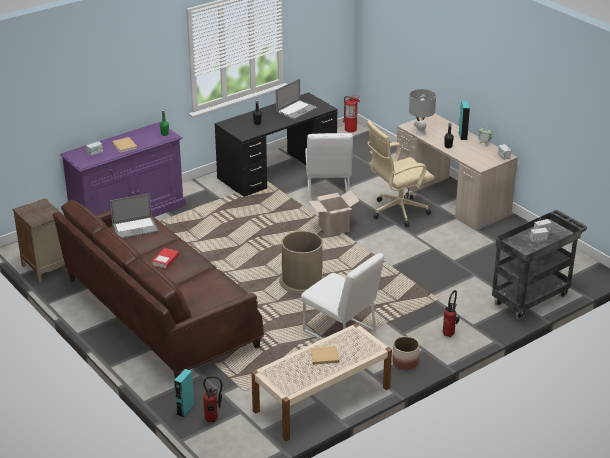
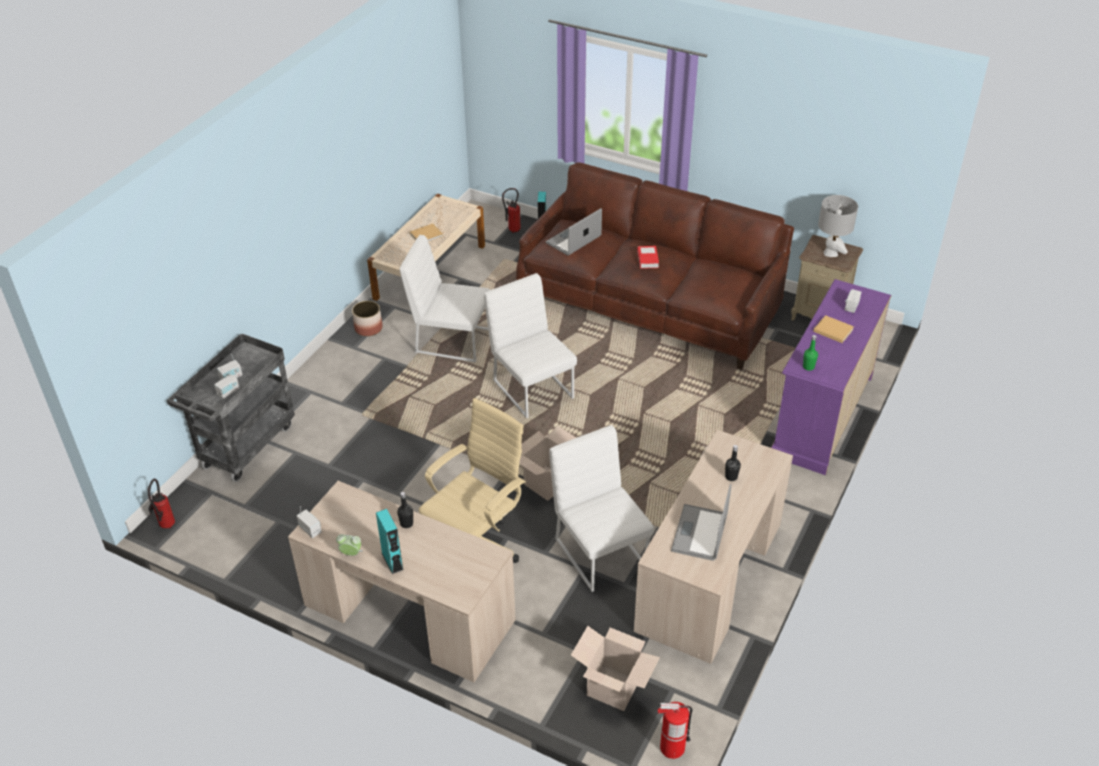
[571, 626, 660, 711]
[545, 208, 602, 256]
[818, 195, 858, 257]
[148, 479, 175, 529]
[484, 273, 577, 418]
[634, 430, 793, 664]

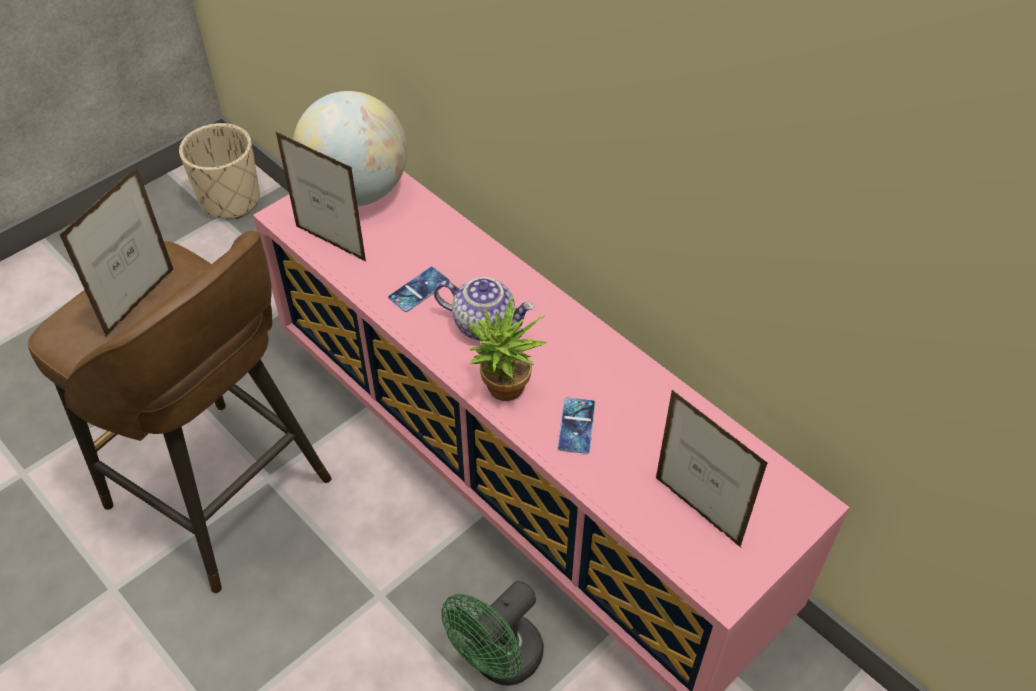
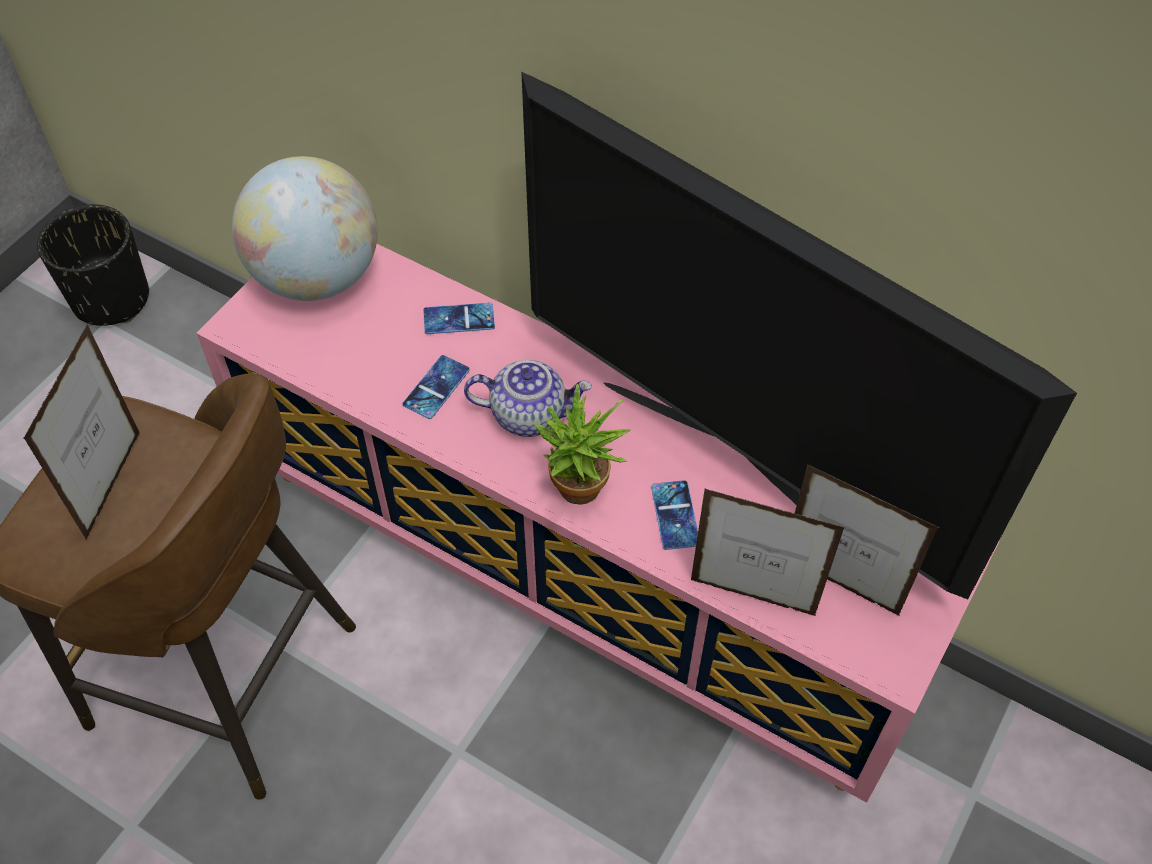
[441, 581, 544, 686] (first image)
[423, 303, 495, 334]
[521, 71, 1077, 599]
[691, 489, 845, 616]
[37, 204, 149, 326]

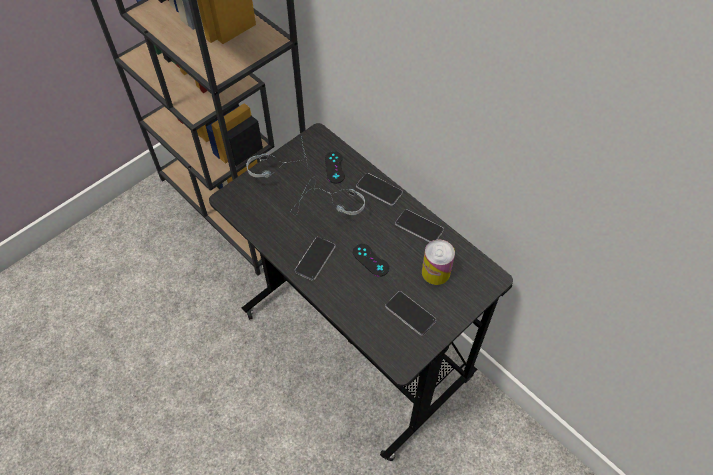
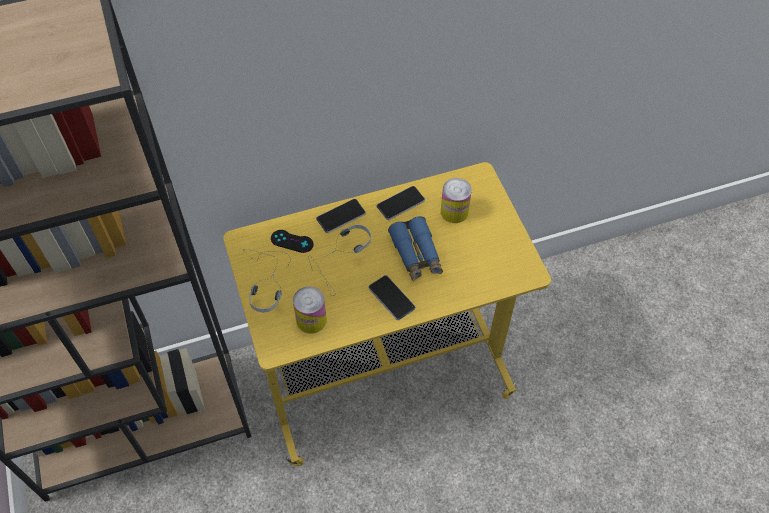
[385, 291, 436, 336] (first image)
[293, 286, 327, 334]
[388, 216, 443, 282]
[223, 162, 551, 466]

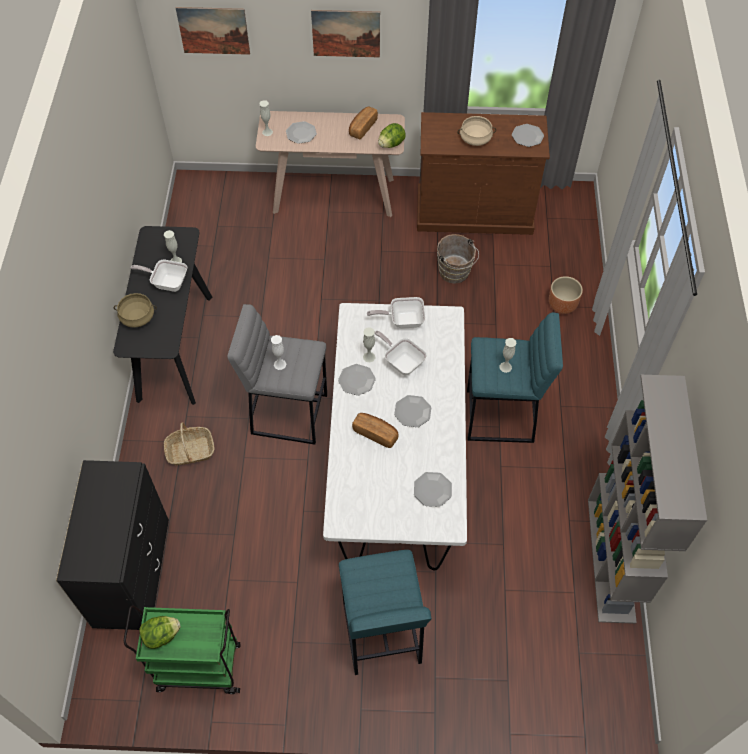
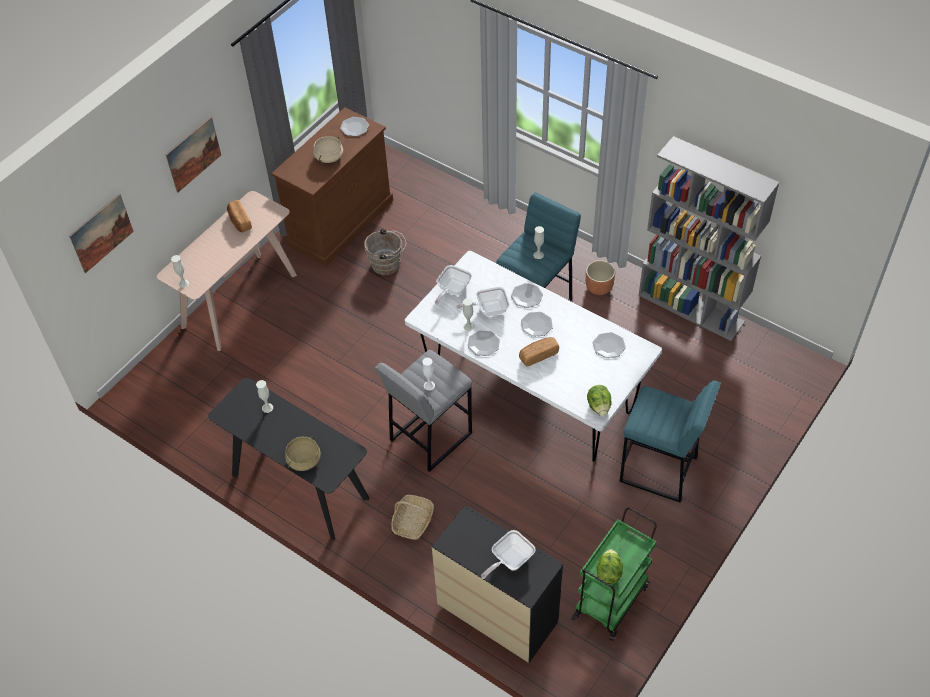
[481, 530, 536, 579]
[511, 283, 543, 308]
[587, 385, 611, 416]
[586, 260, 615, 295]

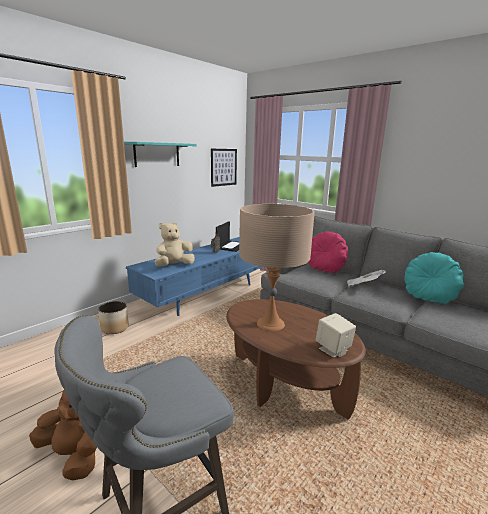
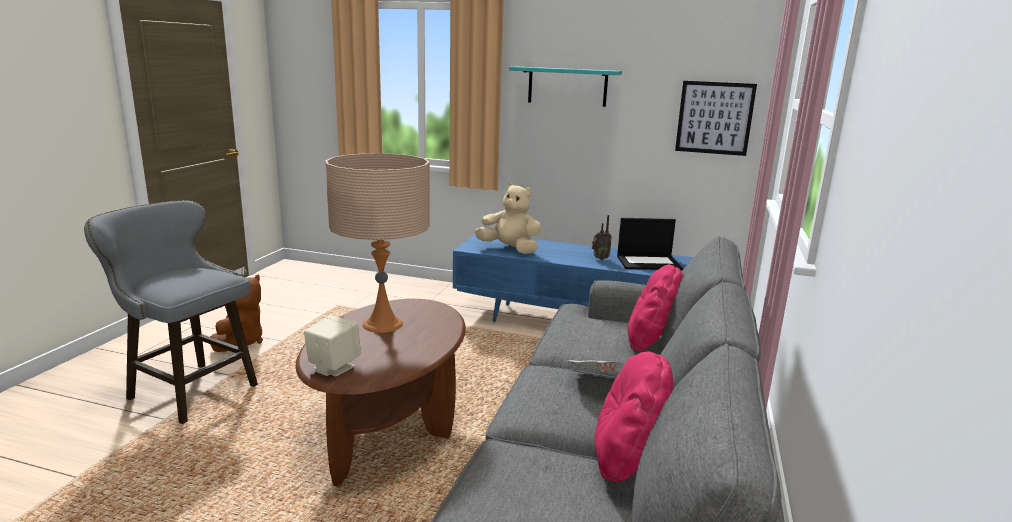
[98, 301, 129, 334] (first image)
[594, 352, 673, 482]

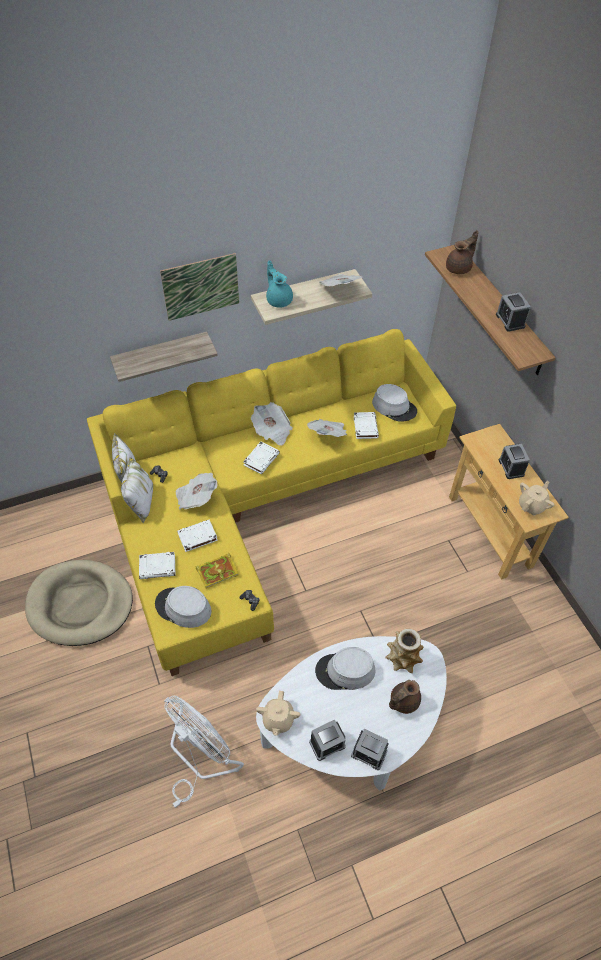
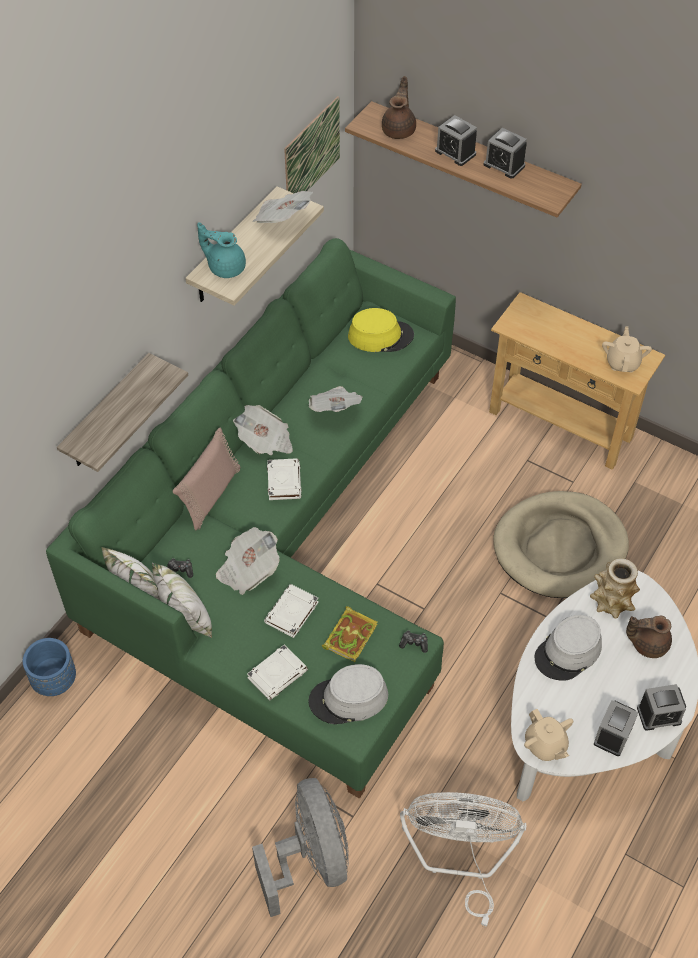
[354, 412, 379, 439] (first image)
[23, 638, 76, 696]
[173, 428, 241, 530]
[252, 778, 349, 917]
[493, 491, 629, 598]
[284, 96, 340, 194]
[435, 115, 477, 166]
[46, 238, 456, 798]
[348, 308, 414, 352]
[626, 615, 672, 658]

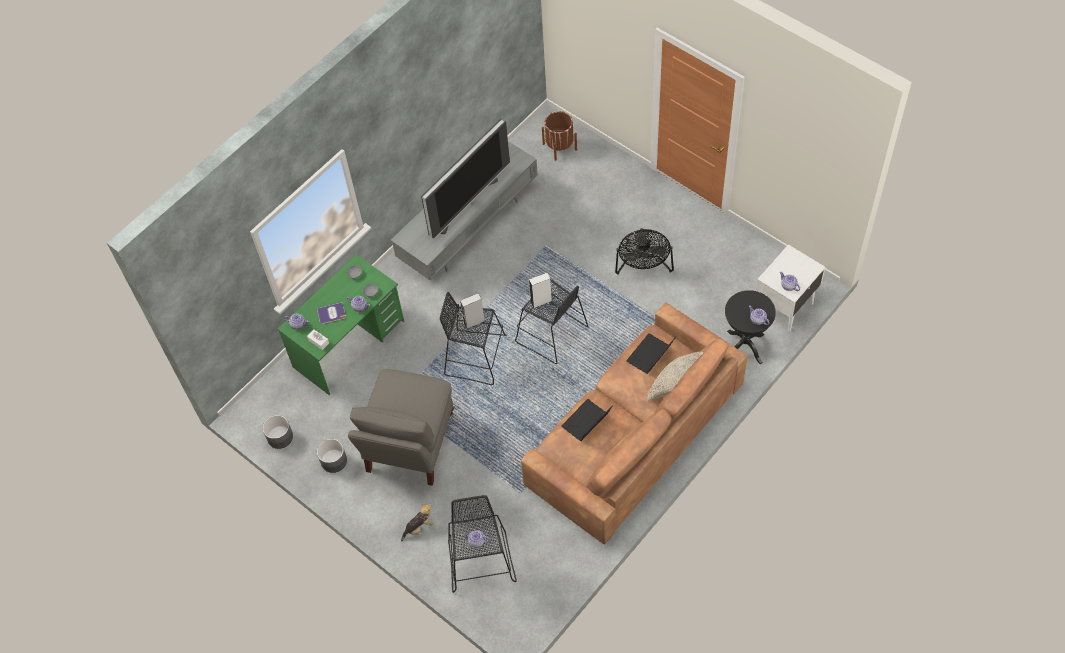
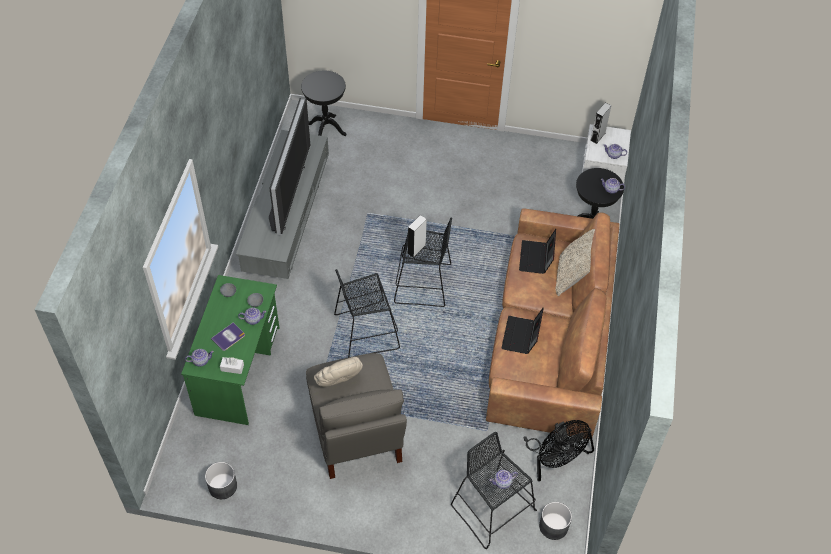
[401, 504, 434, 541] (first image)
[314, 357, 363, 387]
[539, 502, 572, 540]
[590, 103, 612, 144]
[523, 420, 594, 481]
[301, 71, 347, 136]

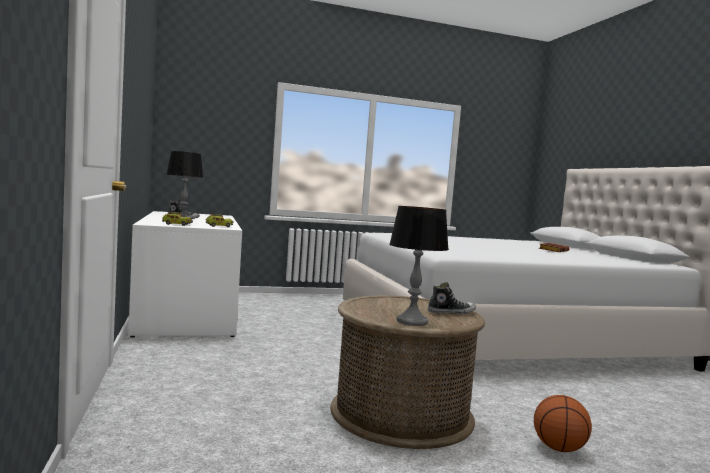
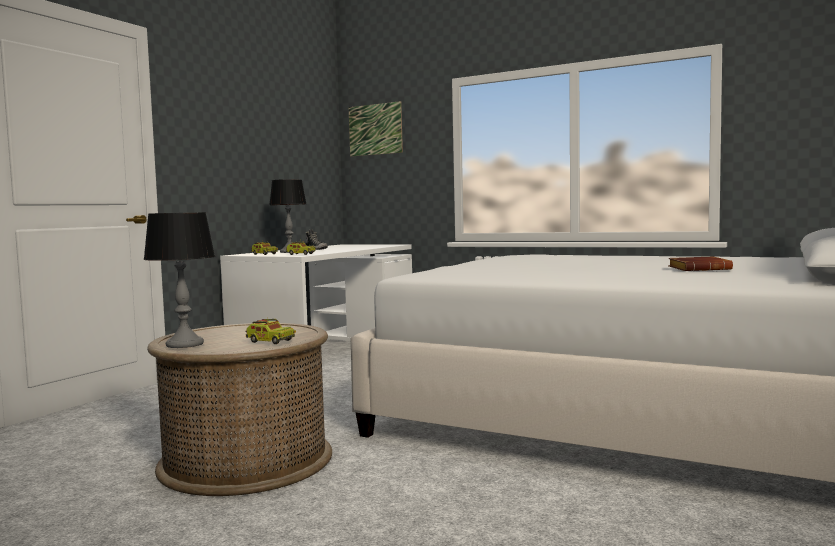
[534, 395, 592, 452] (first image)
[349, 101, 403, 156]
[245, 319, 296, 344]

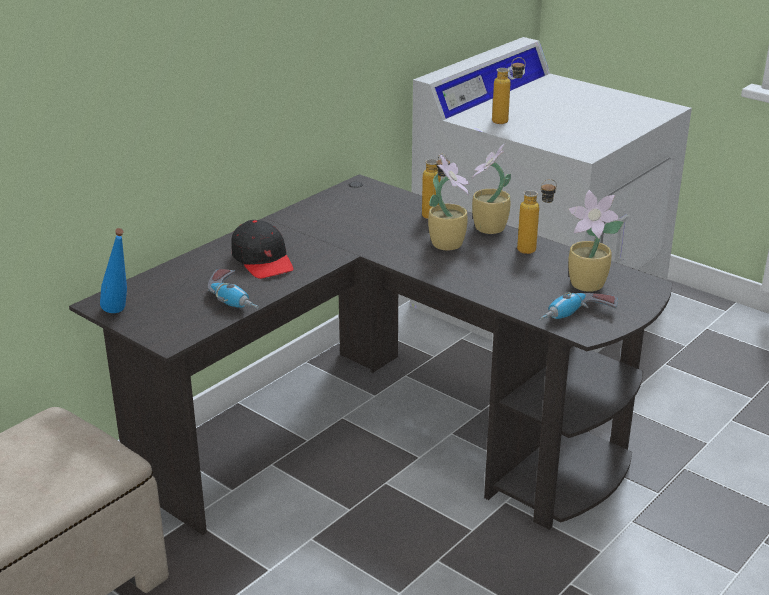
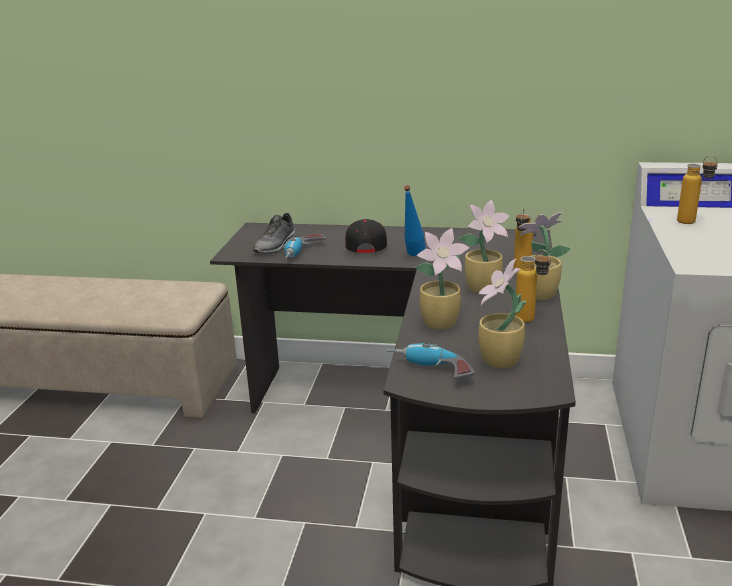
[253, 213, 296, 253]
[415, 228, 470, 330]
[404, 185, 426, 256]
[345, 219, 387, 253]

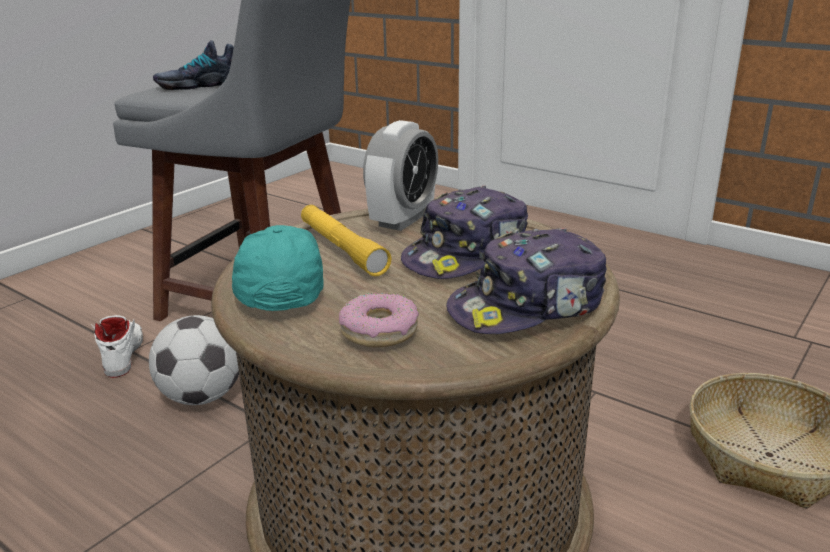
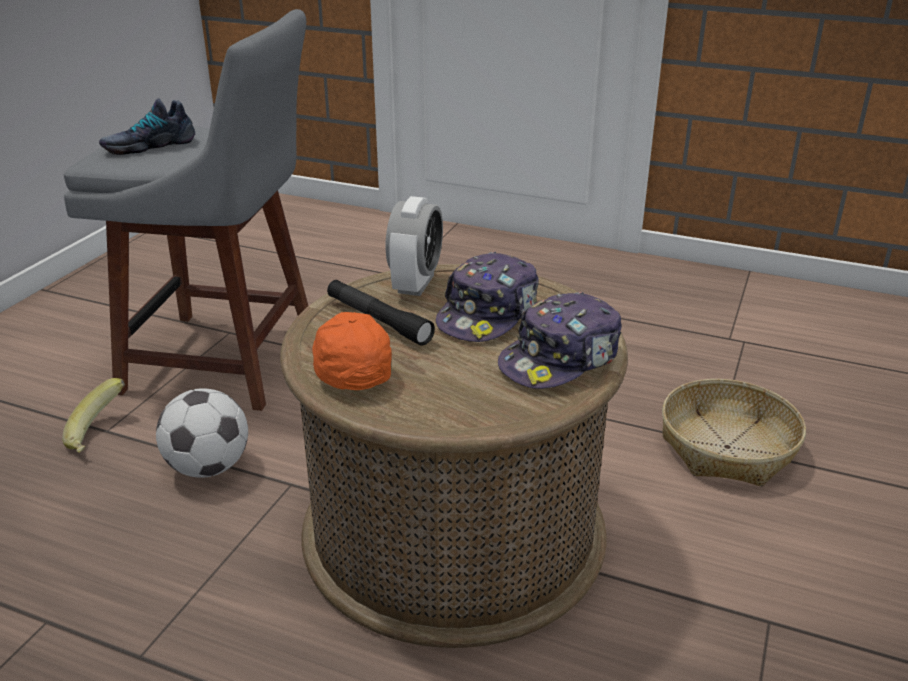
[339, 293, 419, 347] (first image)
[62, 378, 125, 453]
[312, 312, 392, 390]
[327, 280, 435, 346]

